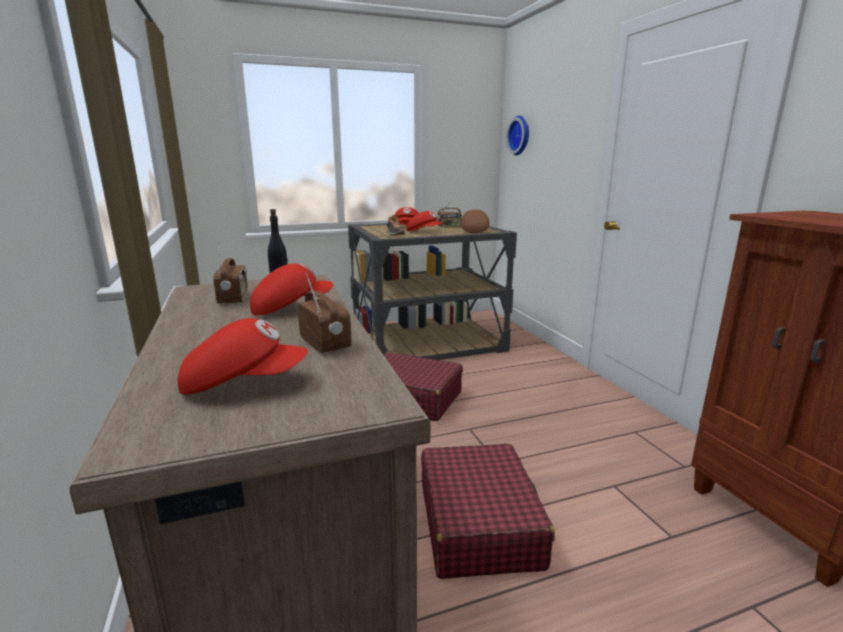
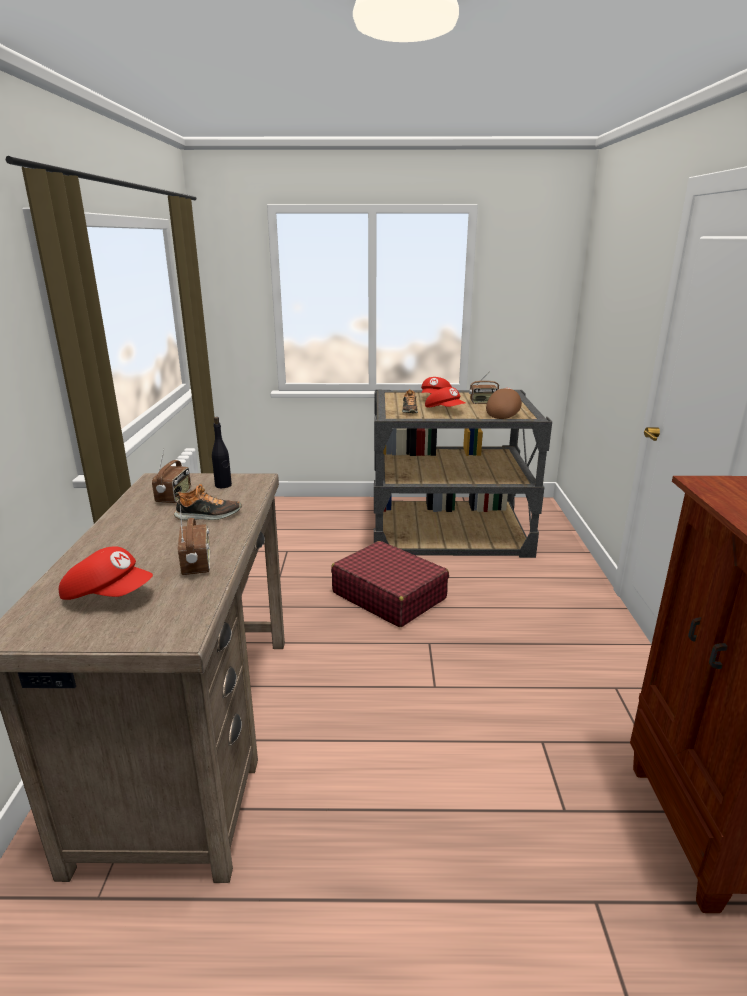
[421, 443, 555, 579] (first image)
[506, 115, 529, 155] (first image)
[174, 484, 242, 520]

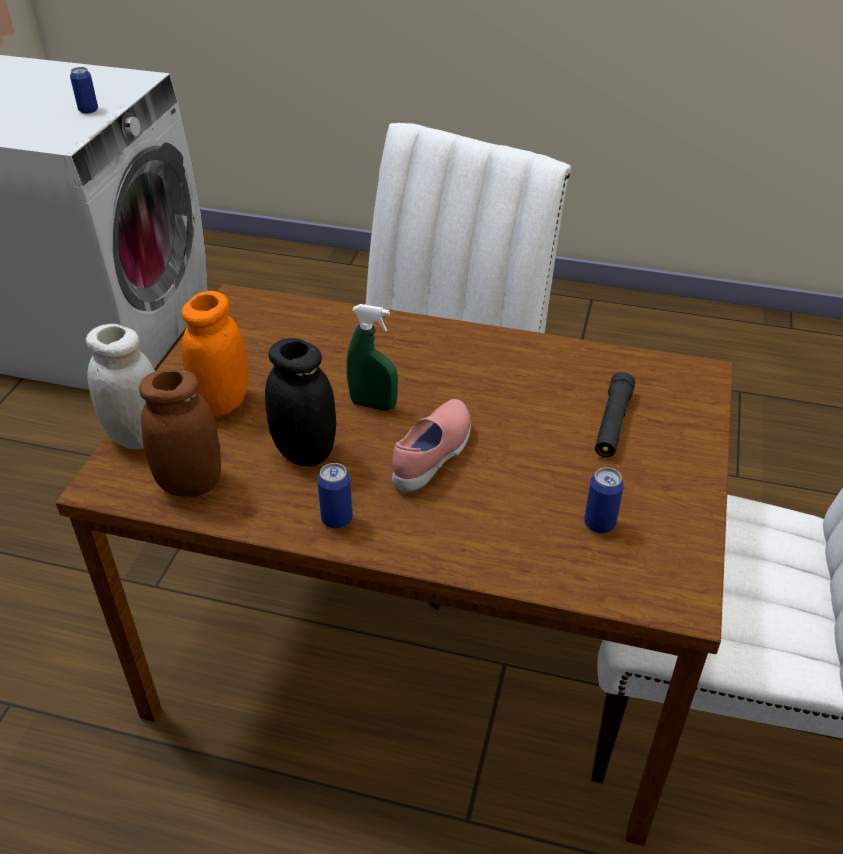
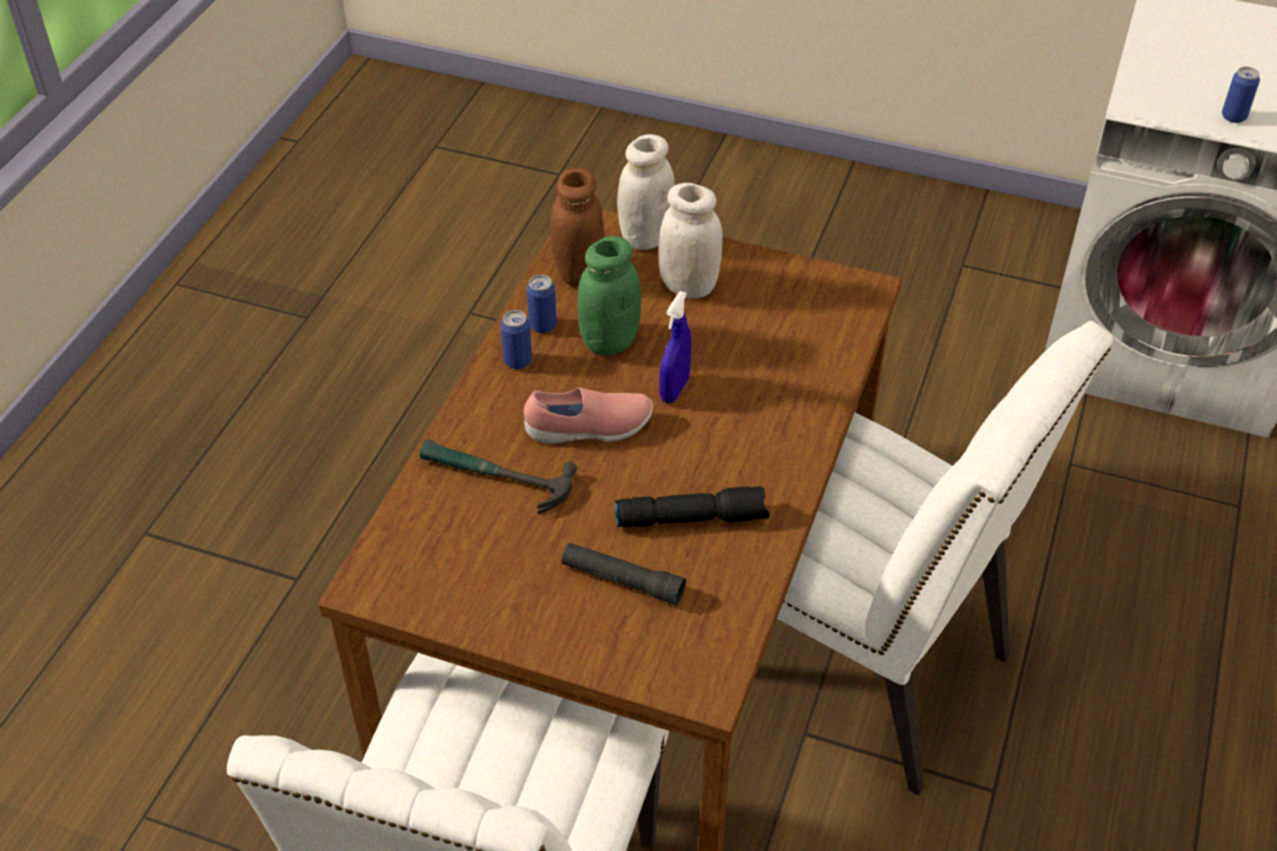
[419, 439, 577, 514]
[614, 486, 770, 527]
[527, 275, 557, 333]
[658, 183, 723, 299]
[577, 236, 641, 356]
[659, 291, 691, 403]
[524, 388, 653, 443]

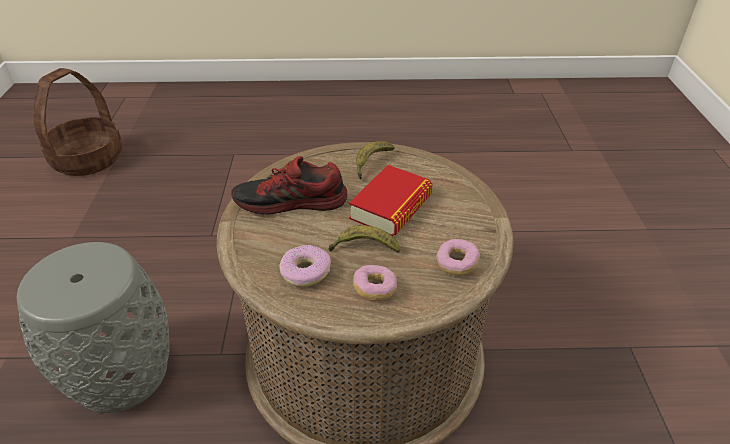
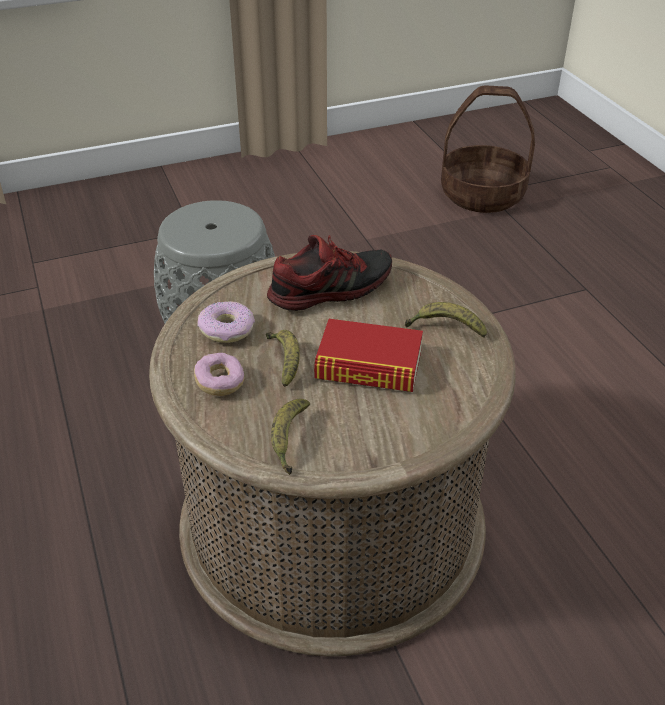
[271, 399, 310, 475]
[267, 235, 392, 311]

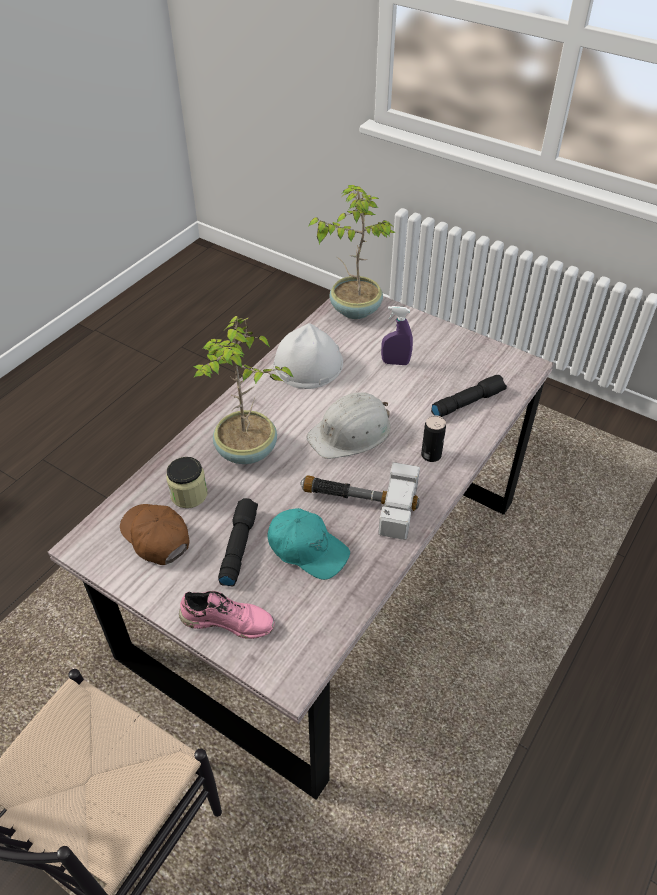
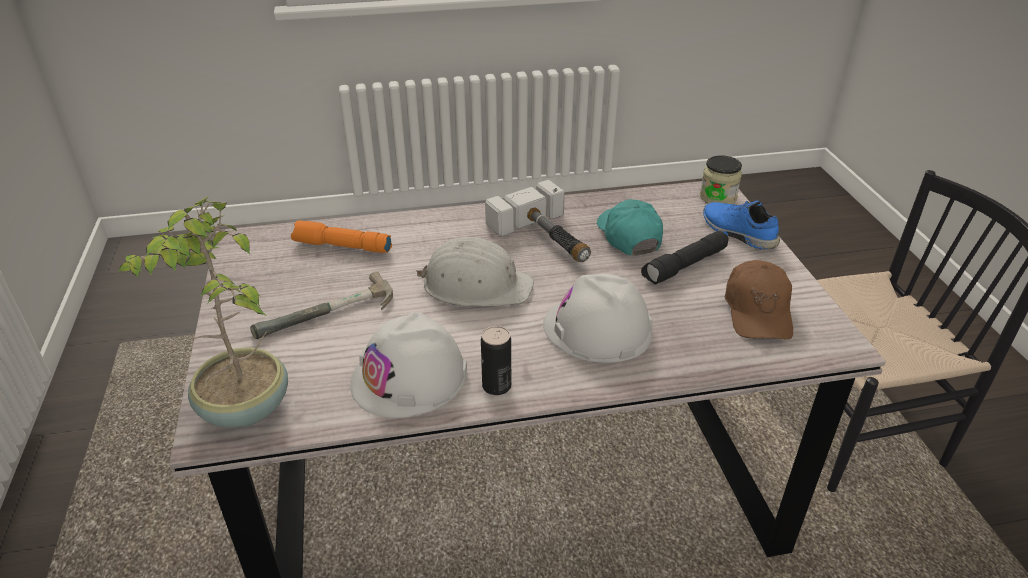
[700, 156, 742, 204]
[481, 326, 511, 395]
[543, 274, 653, 363]
[250, 272, 393, 339]
[703, 200, 780, 249]
[291, 220, 392, 253]

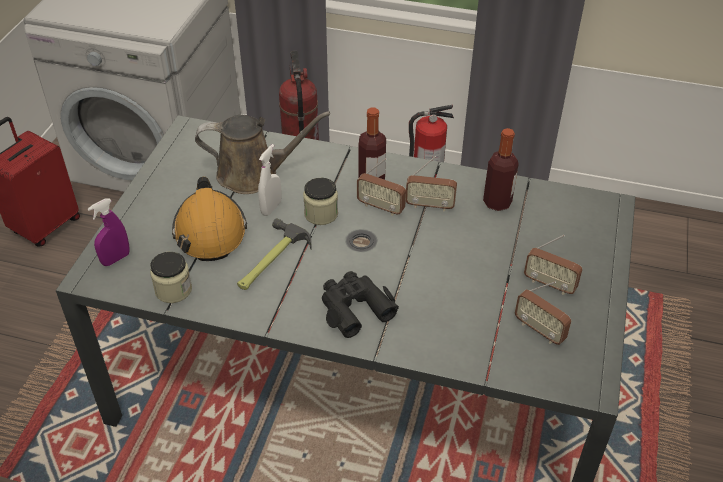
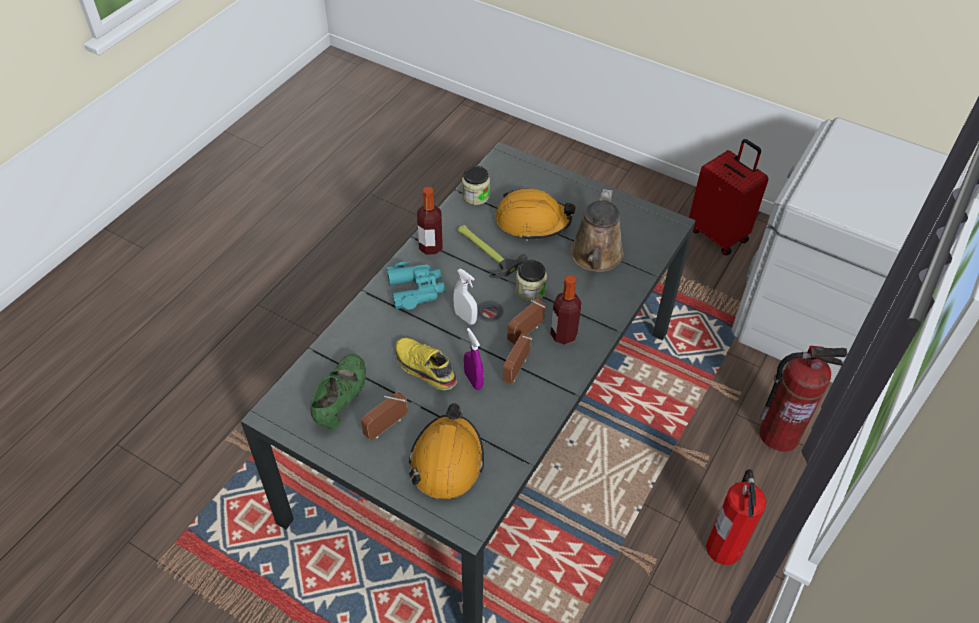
[395, 338, 457, 390]
[409, 403, 484, 499]
[464, 328, 484, 390]
[453, 269, 477, 324]
[417, 187, 443, 255]
[310, 354, 366, 430]
[386, 262, 445, 310]

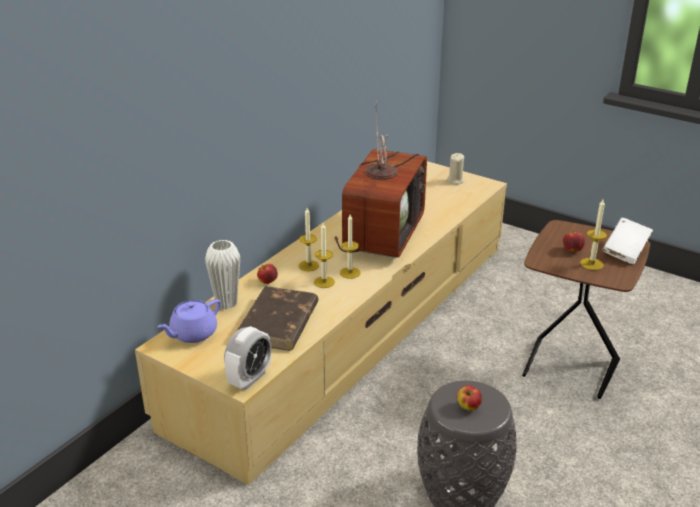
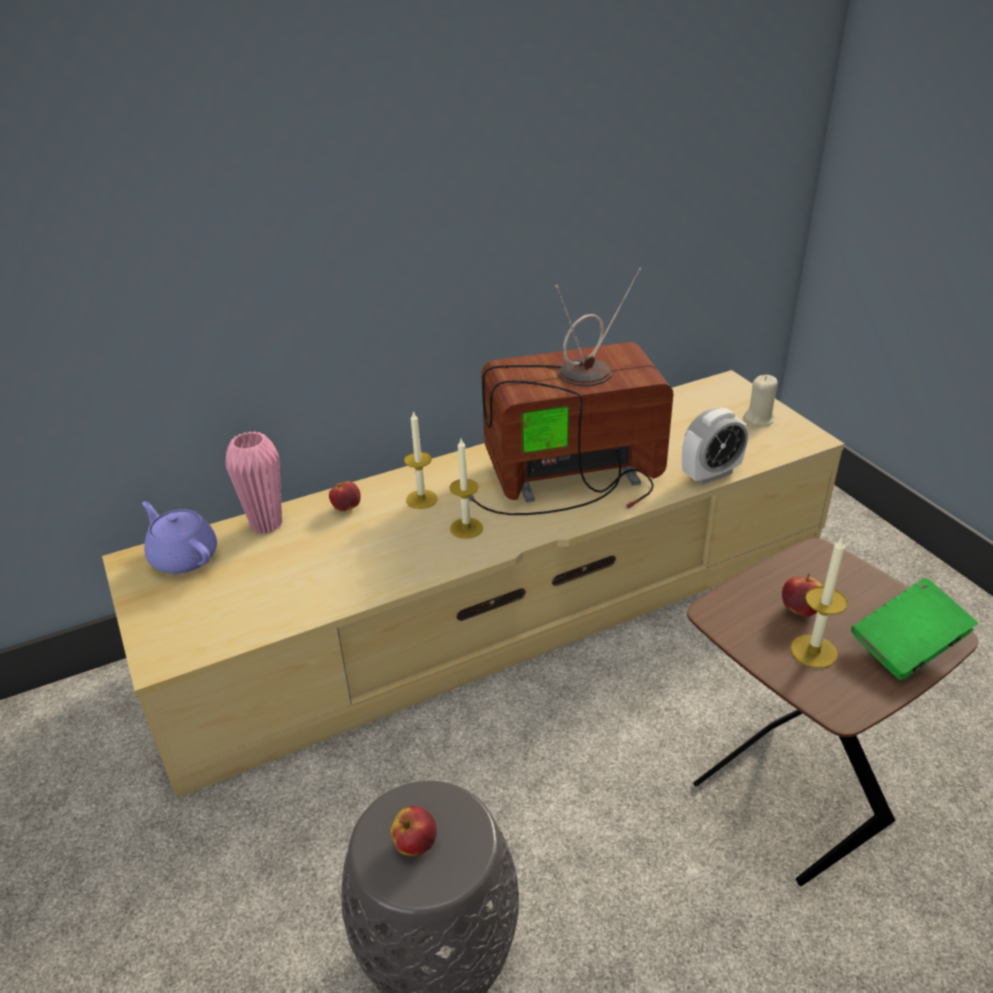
[237, 286, 318, 351] (first image)
[314, 223, 335, 288] (first image)
[682, 408, 748, 485]
[226, 431, 282, 534]
[851, 578, 978, 680]
[142, 501, 217, 574]
[469, 267, 673, 515]

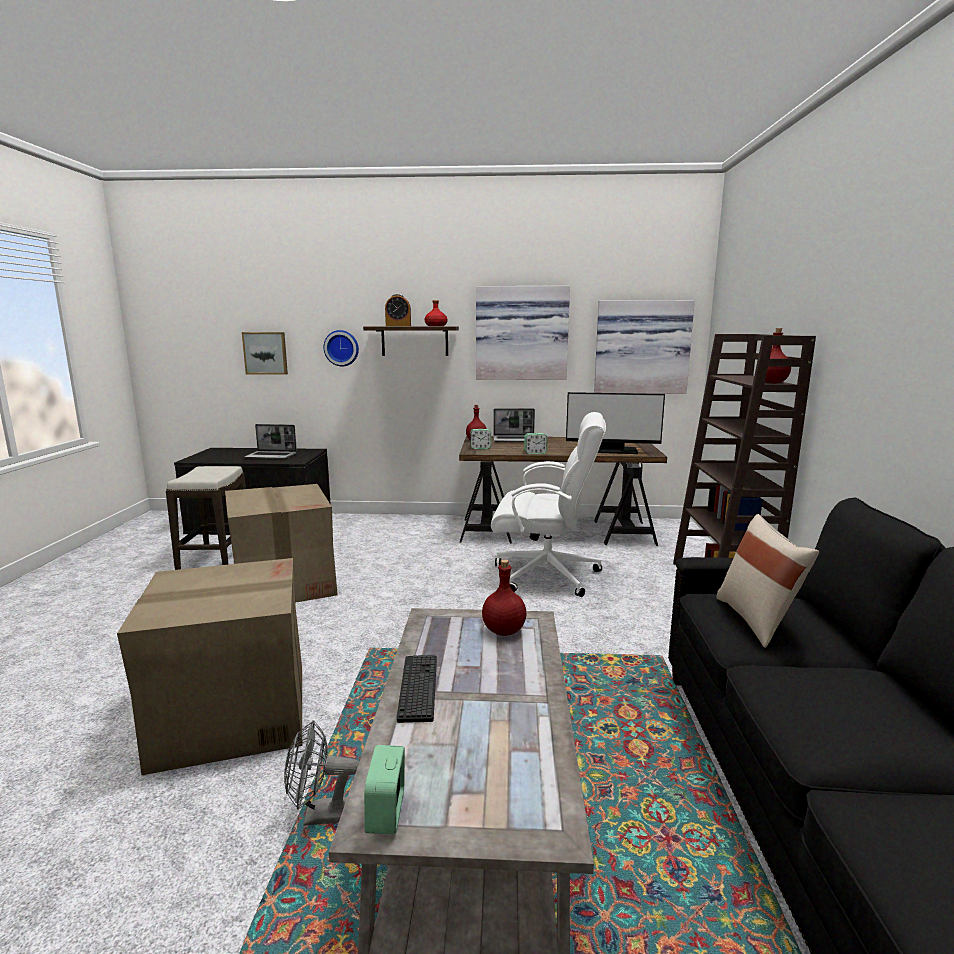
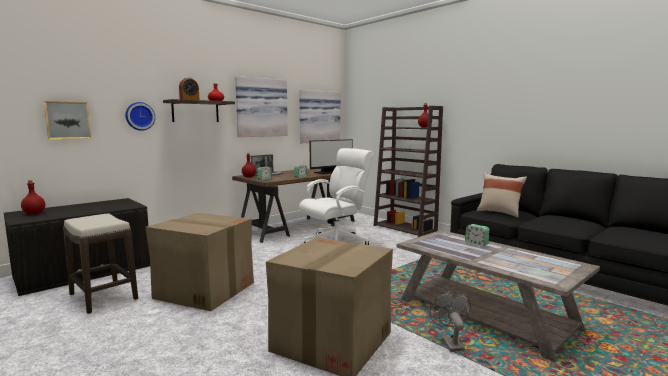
[244, 424, 297, 459] (first image)
[397, 655, 437, 723] (first image)
[465, 224, 490, 247]
[21, 180, 45, 214]
[430, 291, 471, 352]

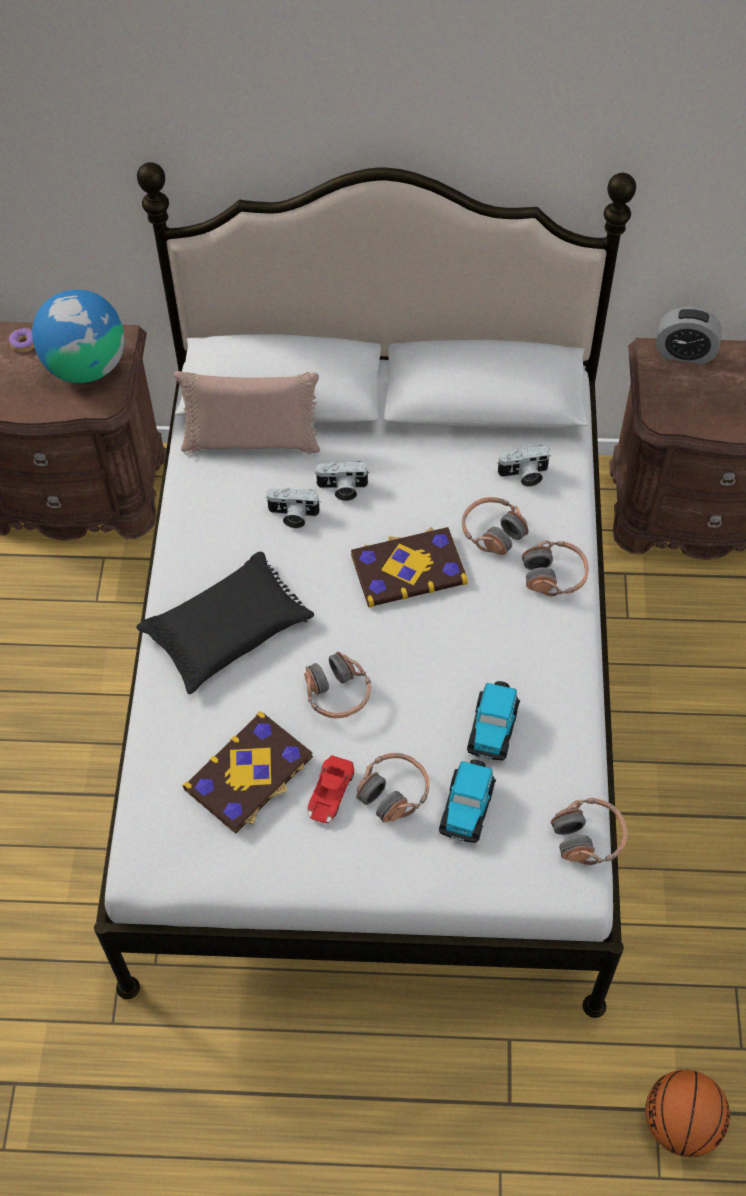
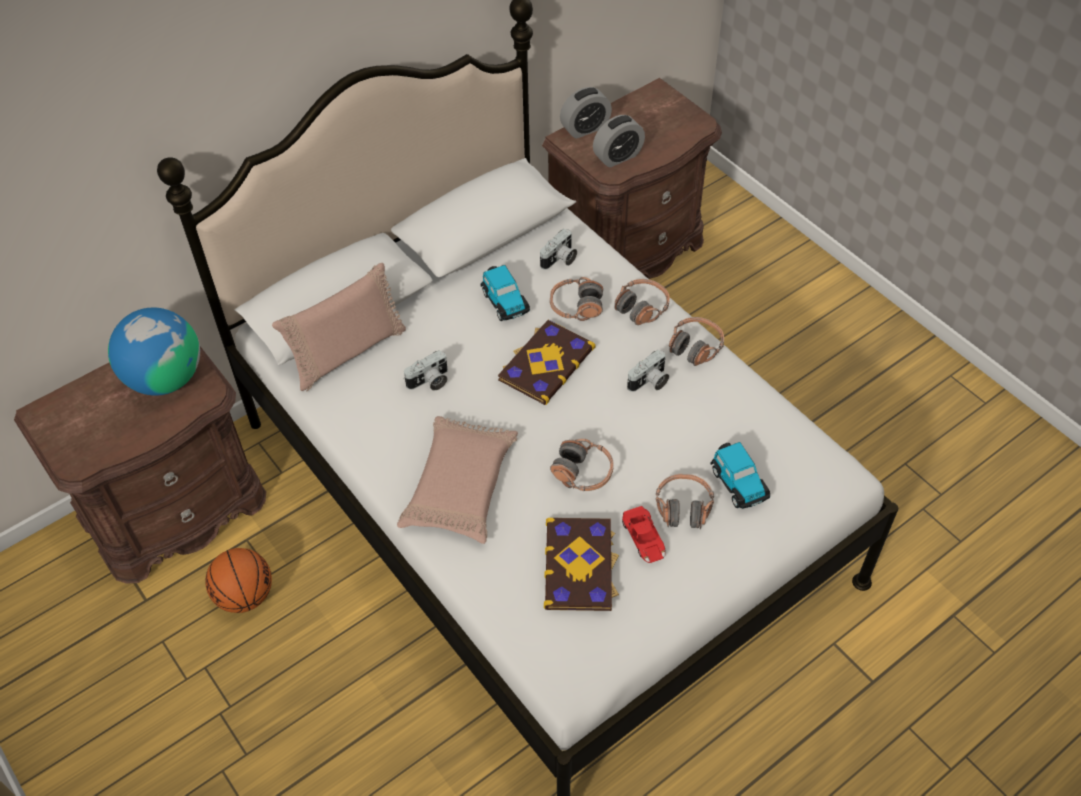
[9, 328, 34, 353] (first image)
[593, 115, 645, 167]
[627, 350, 669, 392]
[480, 265, 530, 321]
[669, 317, 724, 366]
[205, 548, 272, 613]
[397, 416, 518, 544]

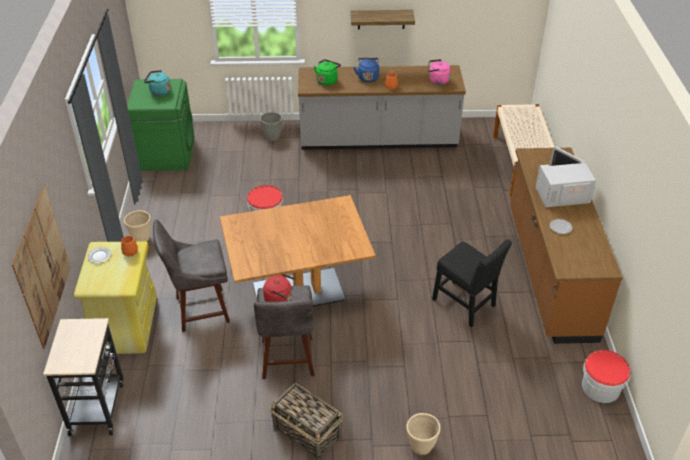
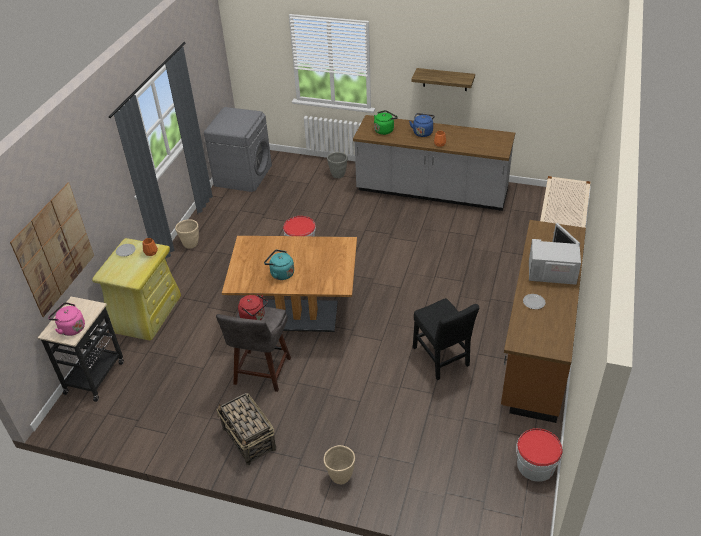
[153, 220, 230, 332] (first image)
[264, 250, 294, 280]
[48, 302, 85, 336]
[204, 107, 272, 192]

